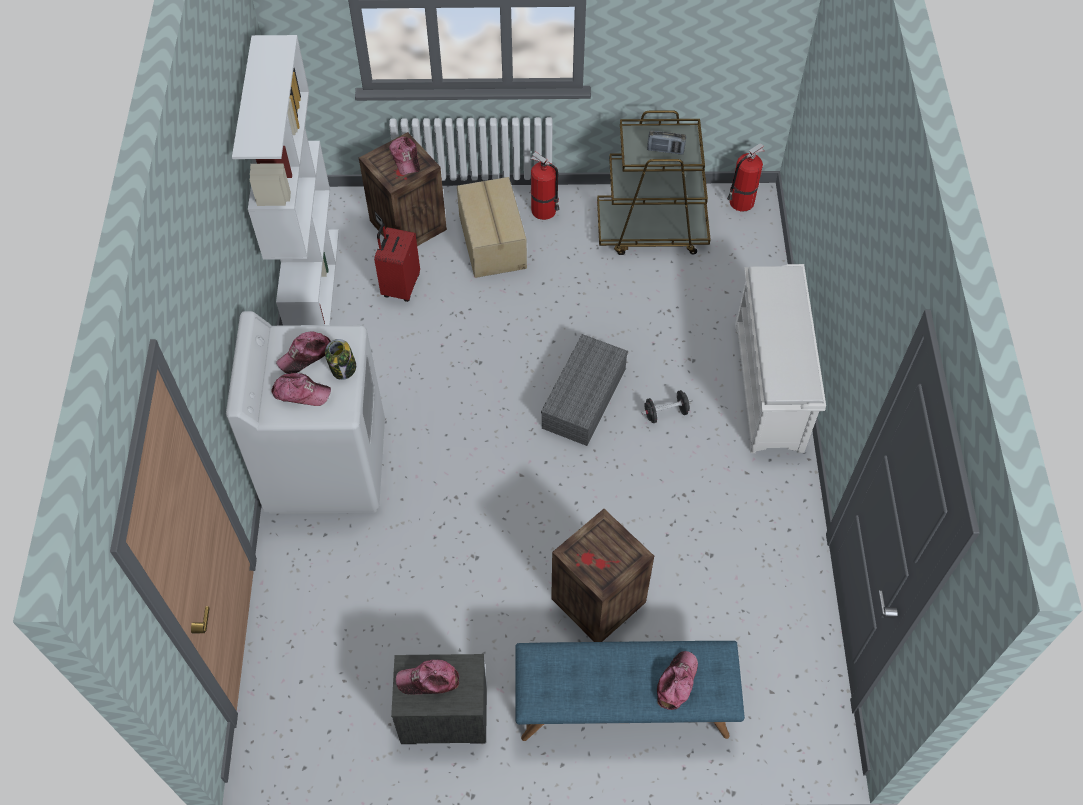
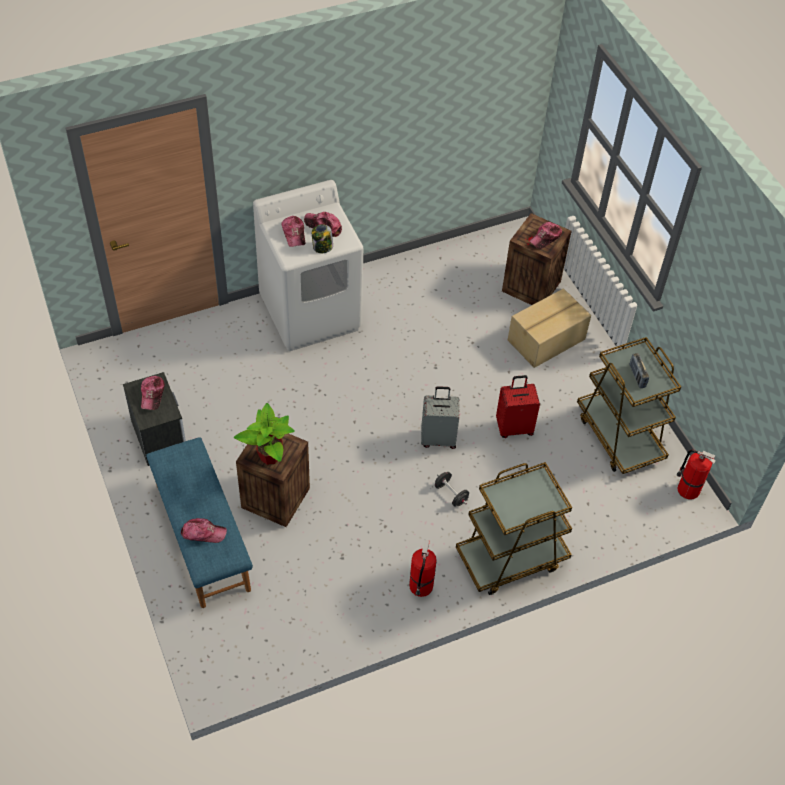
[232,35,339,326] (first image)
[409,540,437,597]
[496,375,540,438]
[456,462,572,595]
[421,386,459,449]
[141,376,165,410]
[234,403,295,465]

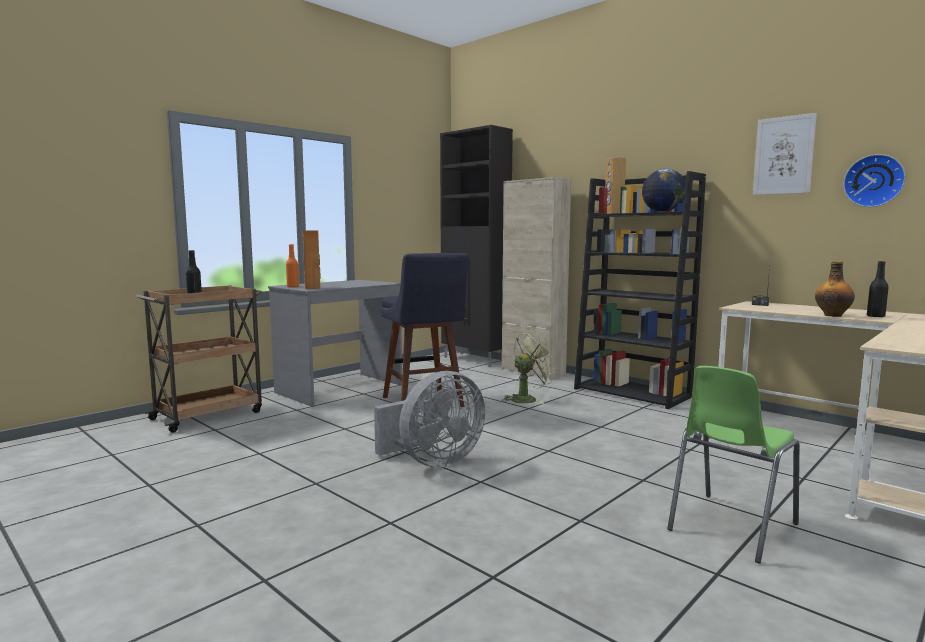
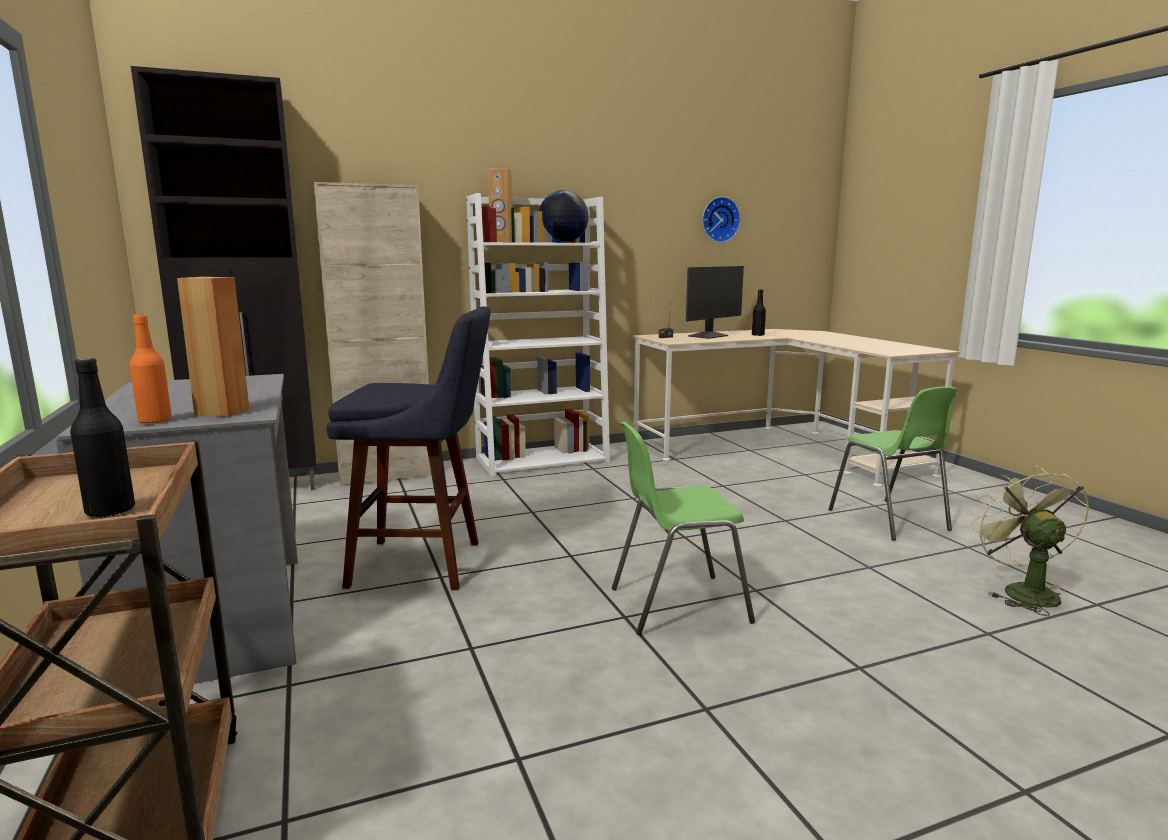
[753,113,817,195] (first image)
[466,193,610,476]
[815,261,855,317] (first image)
[970,465,1090,616]
[612,422,755,635]
[686,266,744,339]

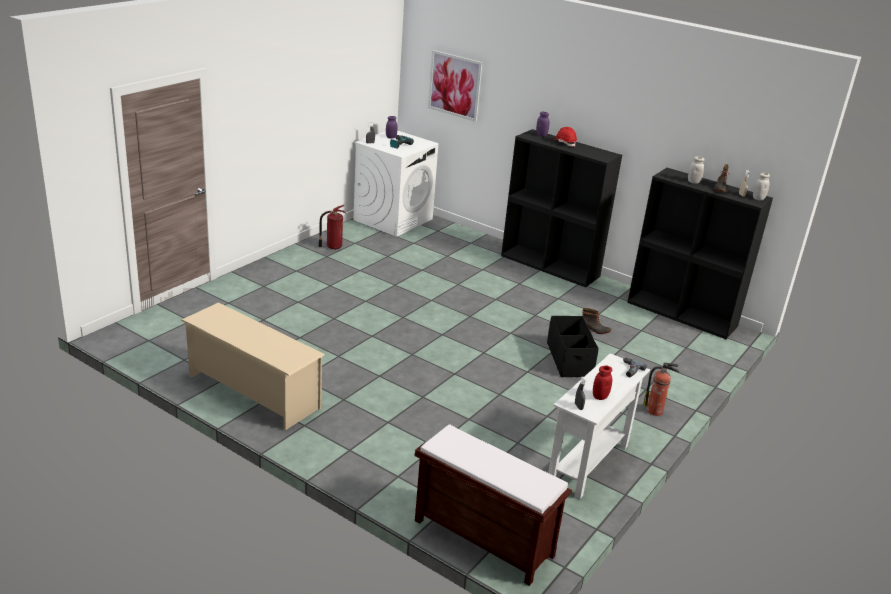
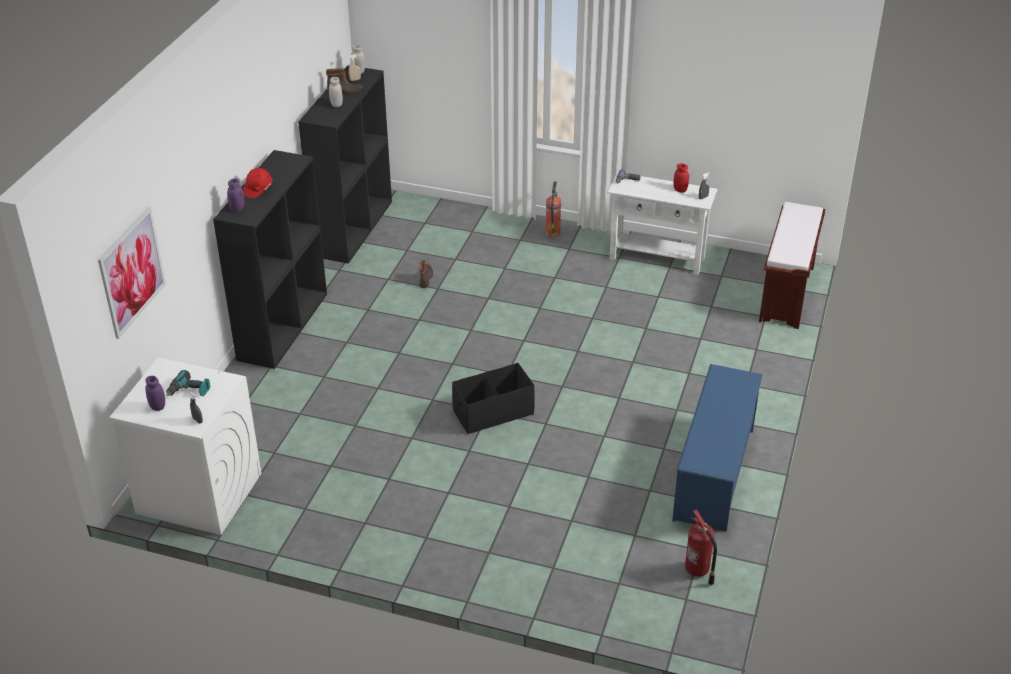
[685,510,717,585]
[672,364,763,532]
[452,363,534,434]

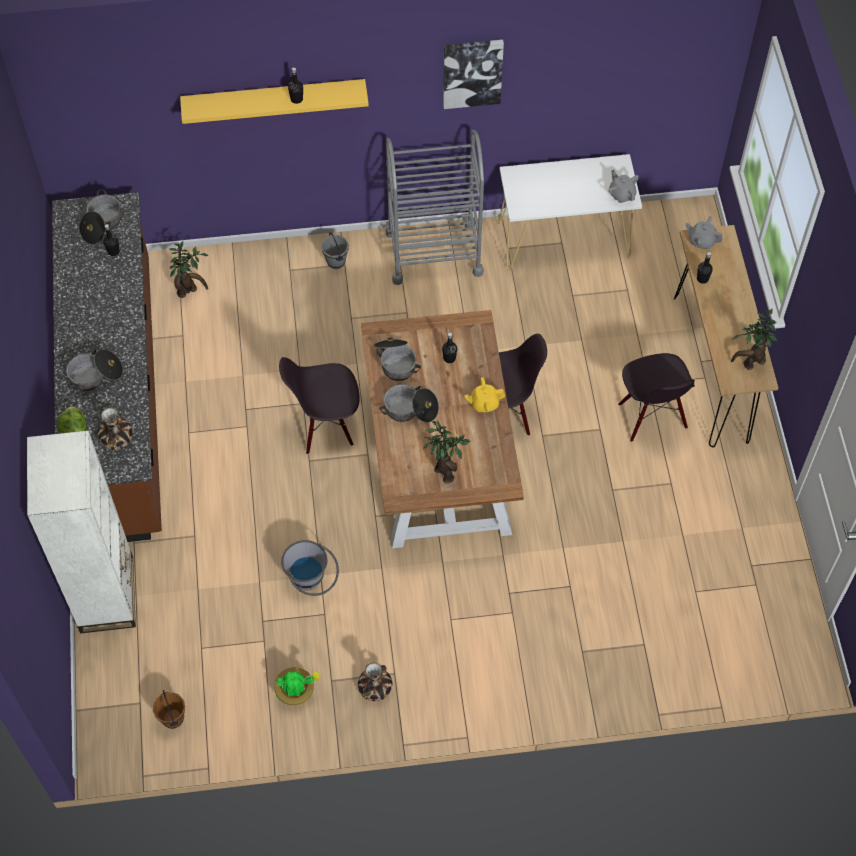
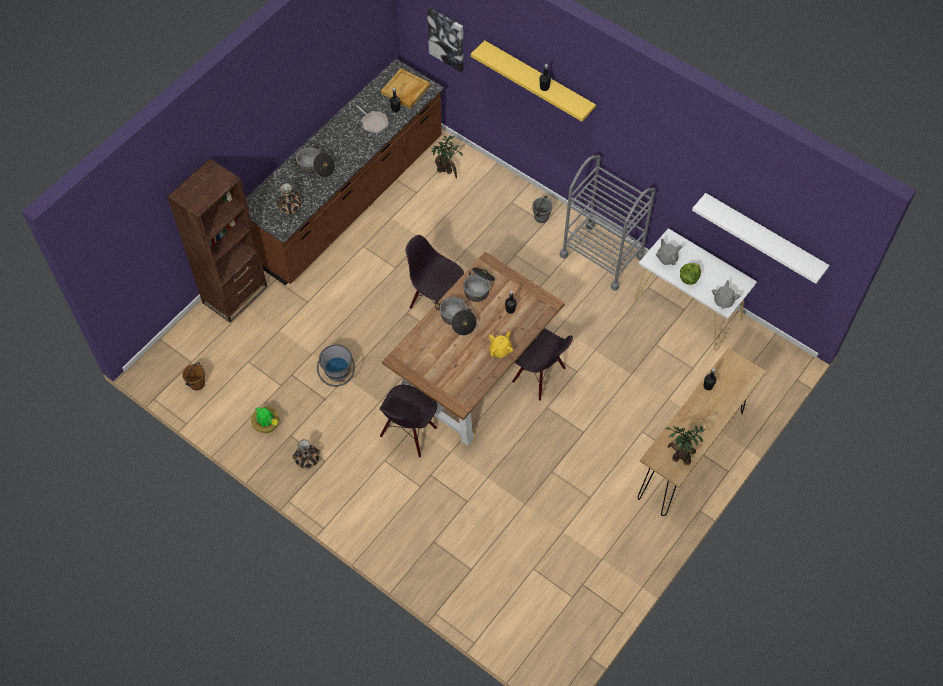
[427,7,463,72]
[381,68,430,109]
[656,238,682,265]
[379,385,437,458]
[489,331,513,358]
[680,263,701,285]
[423,421,471,484] (first image)
[167,158,268,323]
[356,105,388,133]
[692,193,830,284]

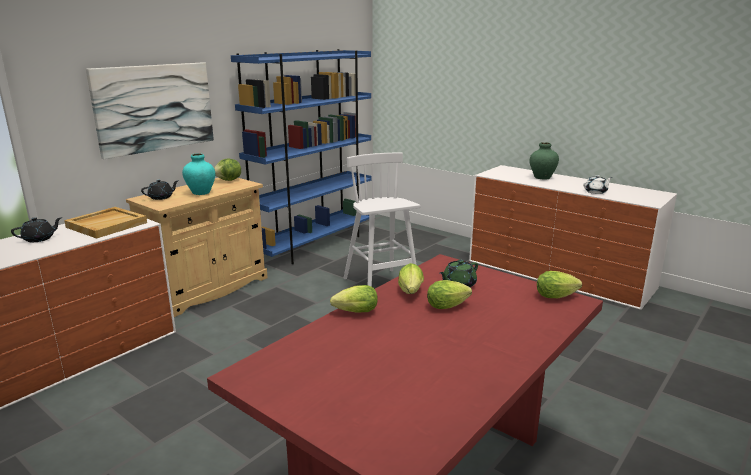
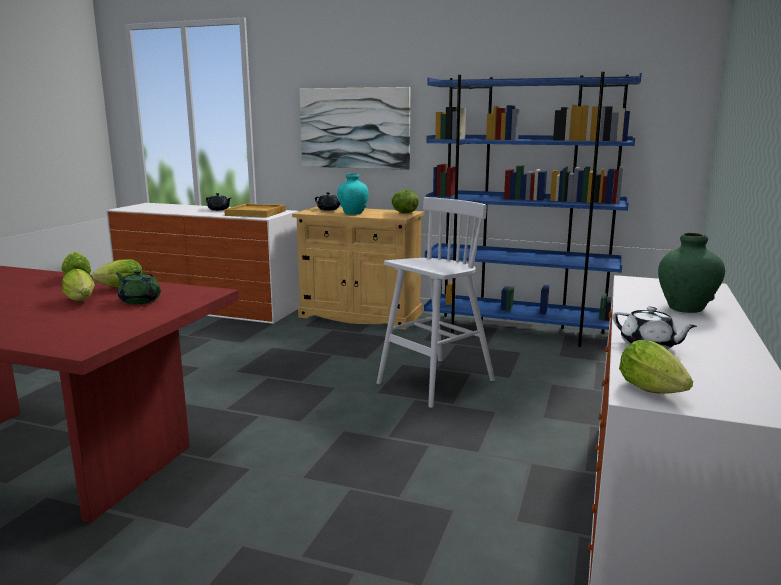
[619,340,693,394]

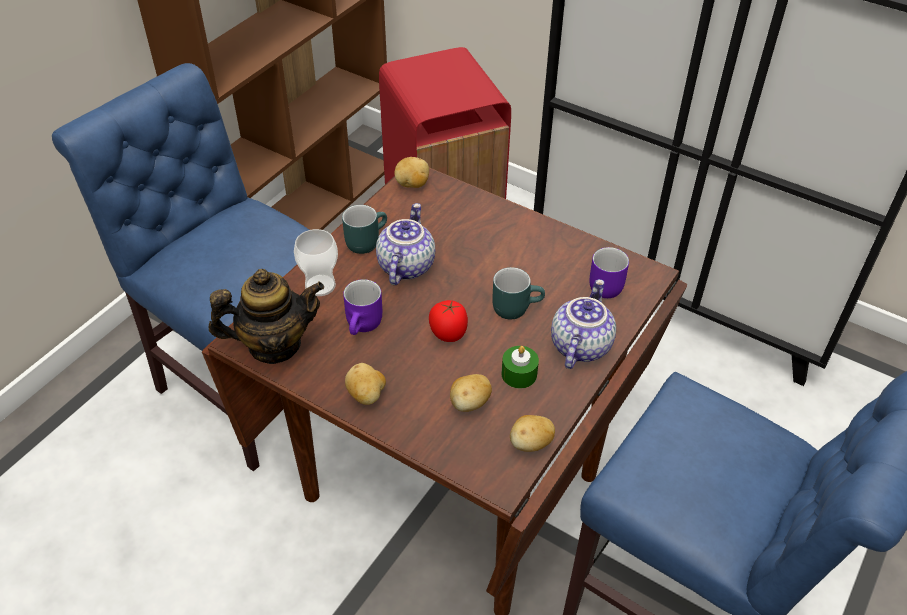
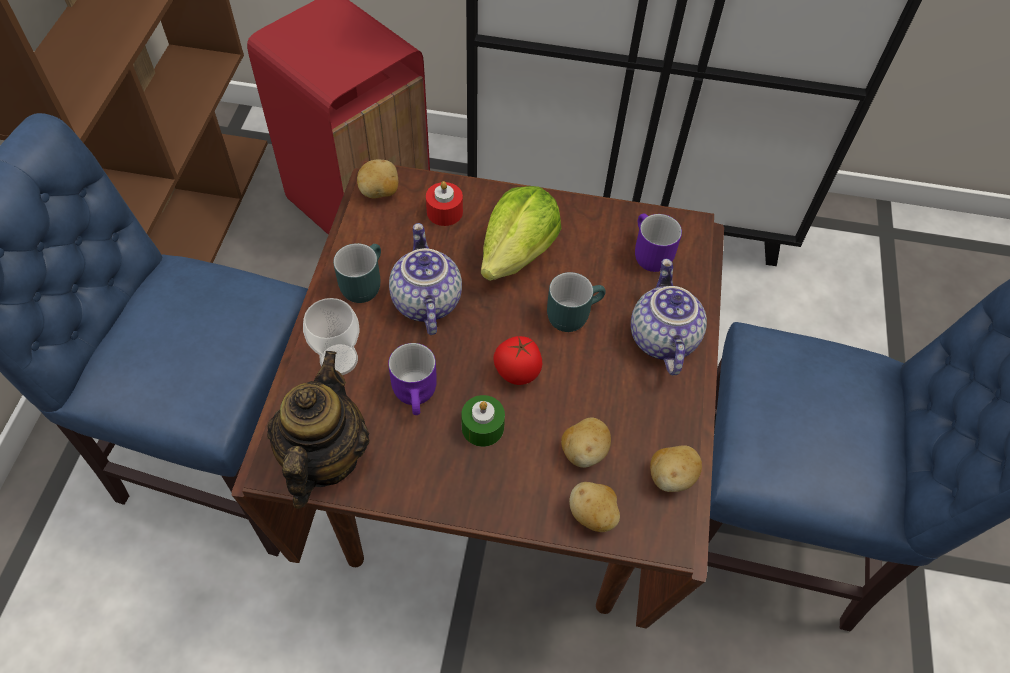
[267,351,370,509]
[461,395,505,447]
[569,482,620,532]
[426,181,463,226]
[481,186,561,281]

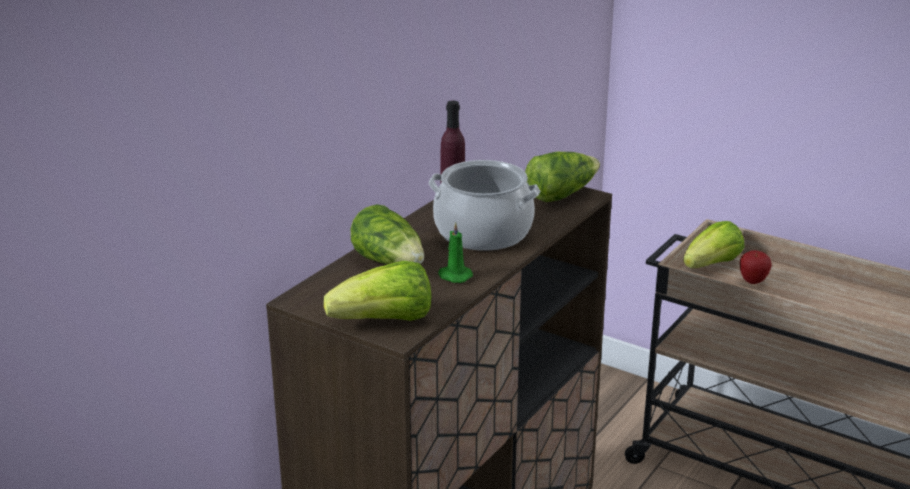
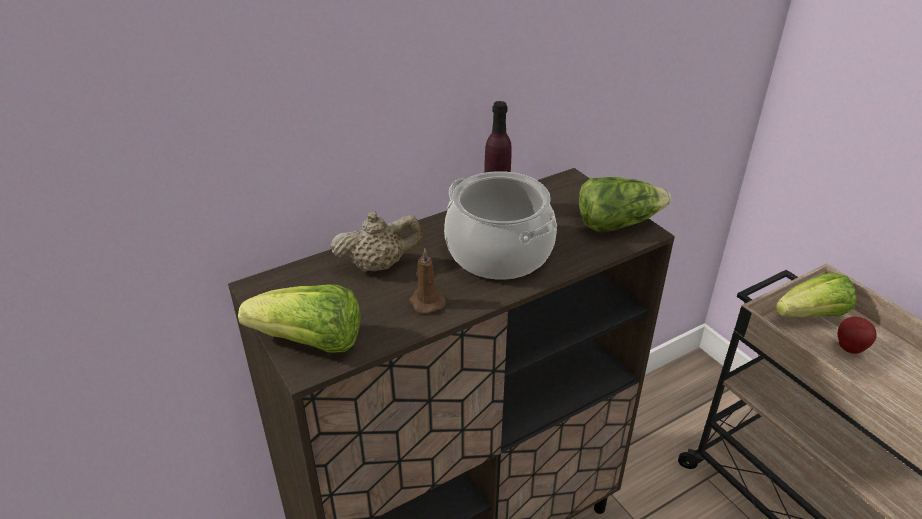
[330,211,423,272]
[409,249,446,314]

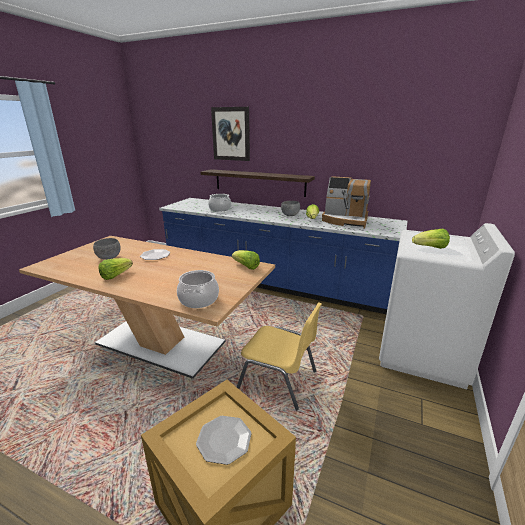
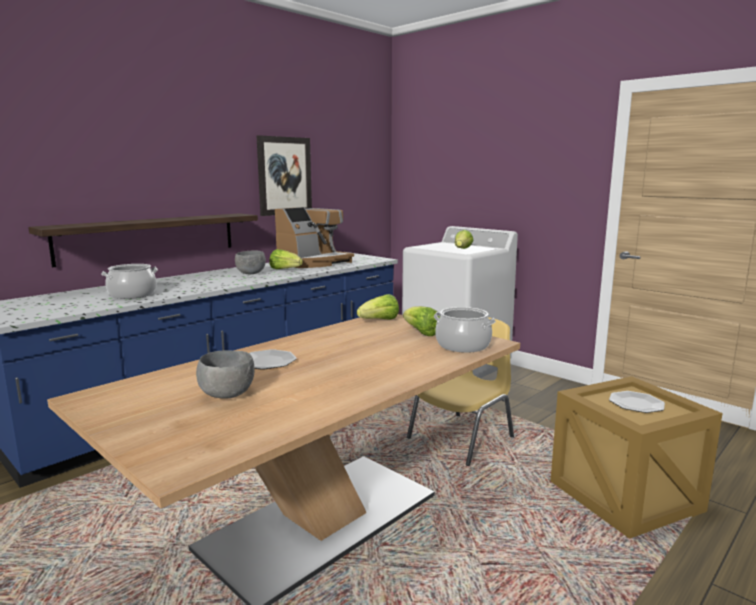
[257,135,312,216]
[403,306,440,336]

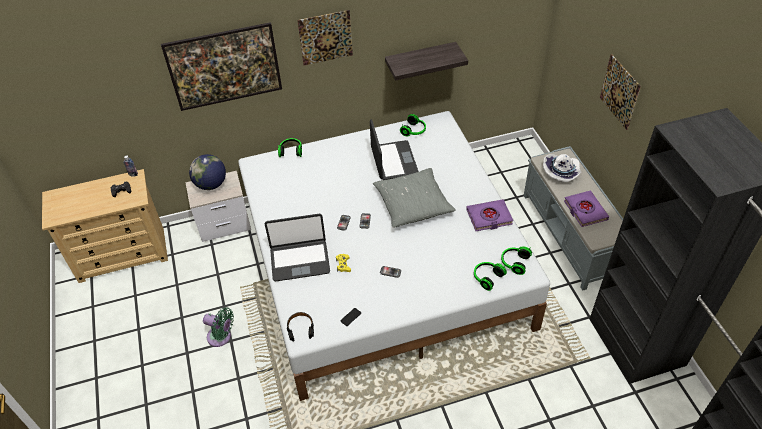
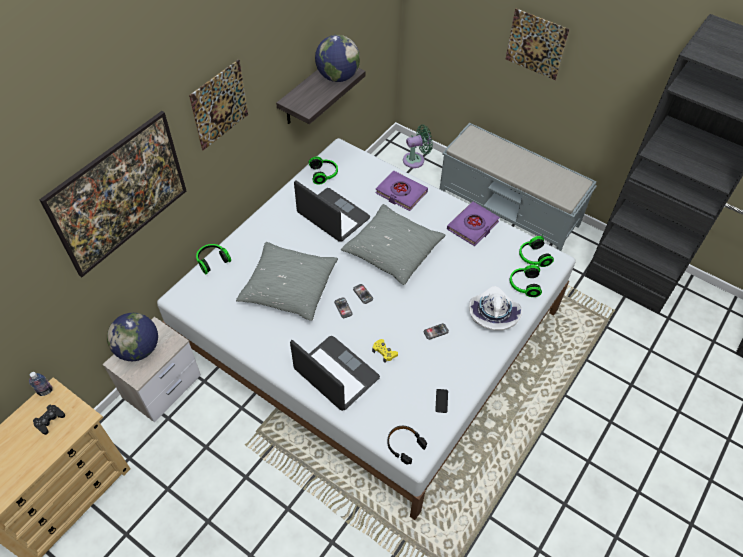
[469,286,522,330]
[375,170,428,211]
[290,336,380,411]
[403,125,433,168]
[315,35,360,82]
[236,242,338,321]

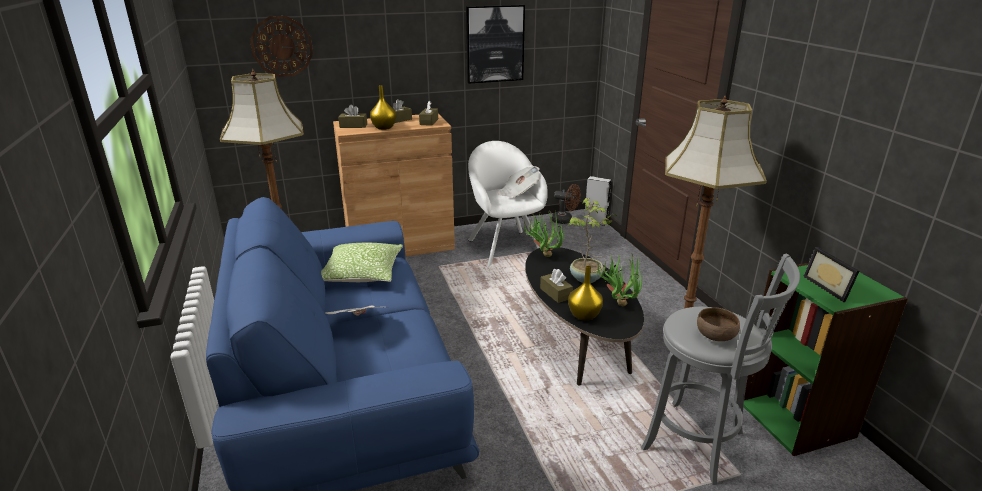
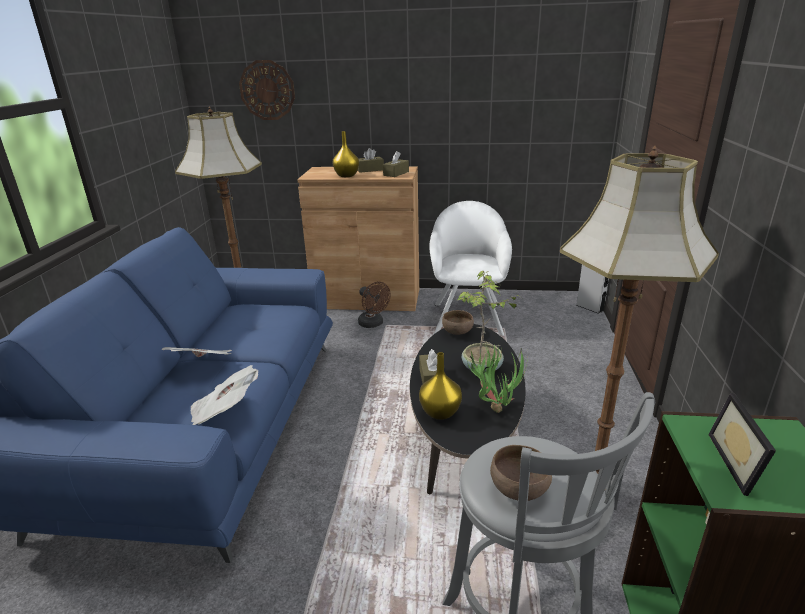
[466,5,525,84] (first image)
[338,105,367,128] (first image)
[190,365,258,425]
[358,282,391,328]
[442,310,474,335]
[321,243,403,282] (first image)

